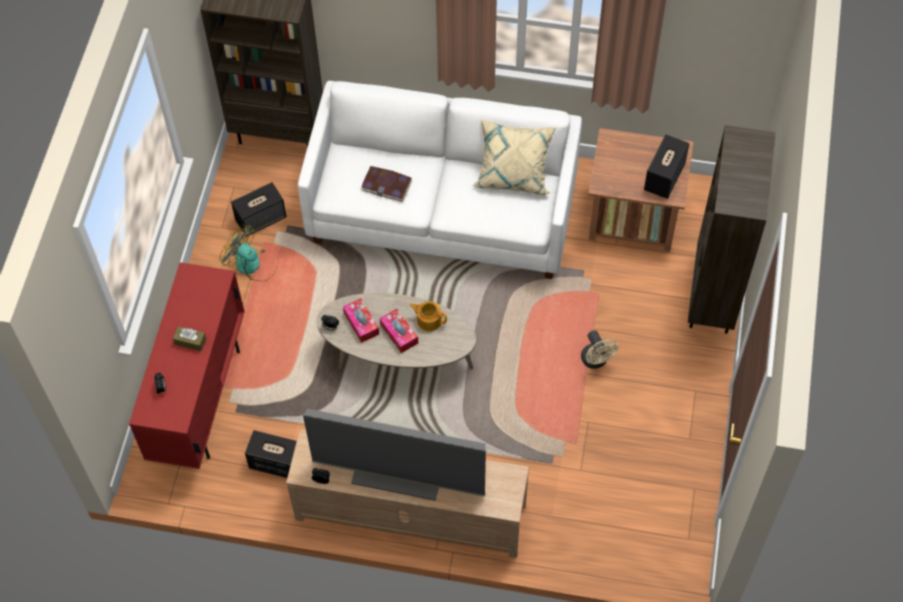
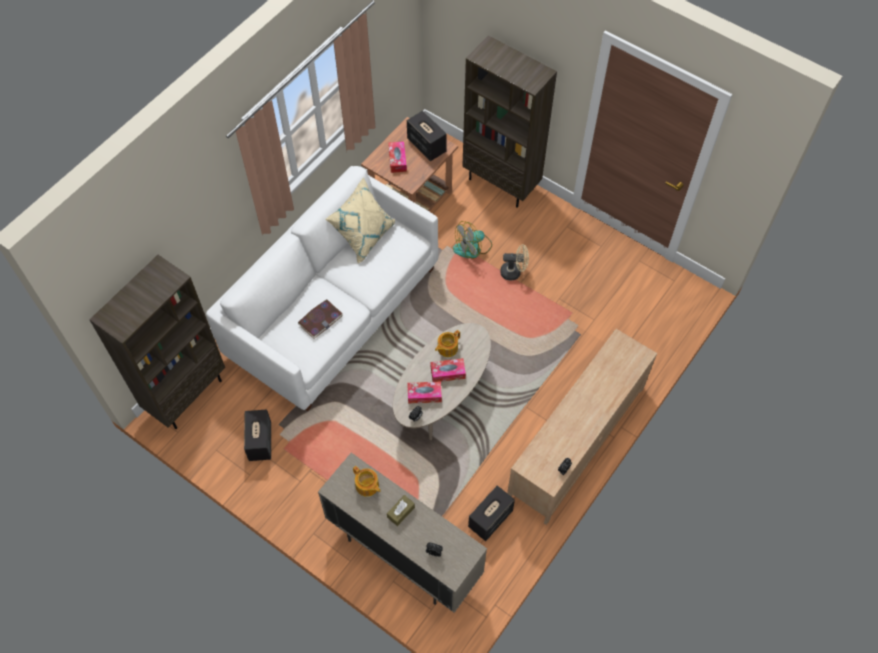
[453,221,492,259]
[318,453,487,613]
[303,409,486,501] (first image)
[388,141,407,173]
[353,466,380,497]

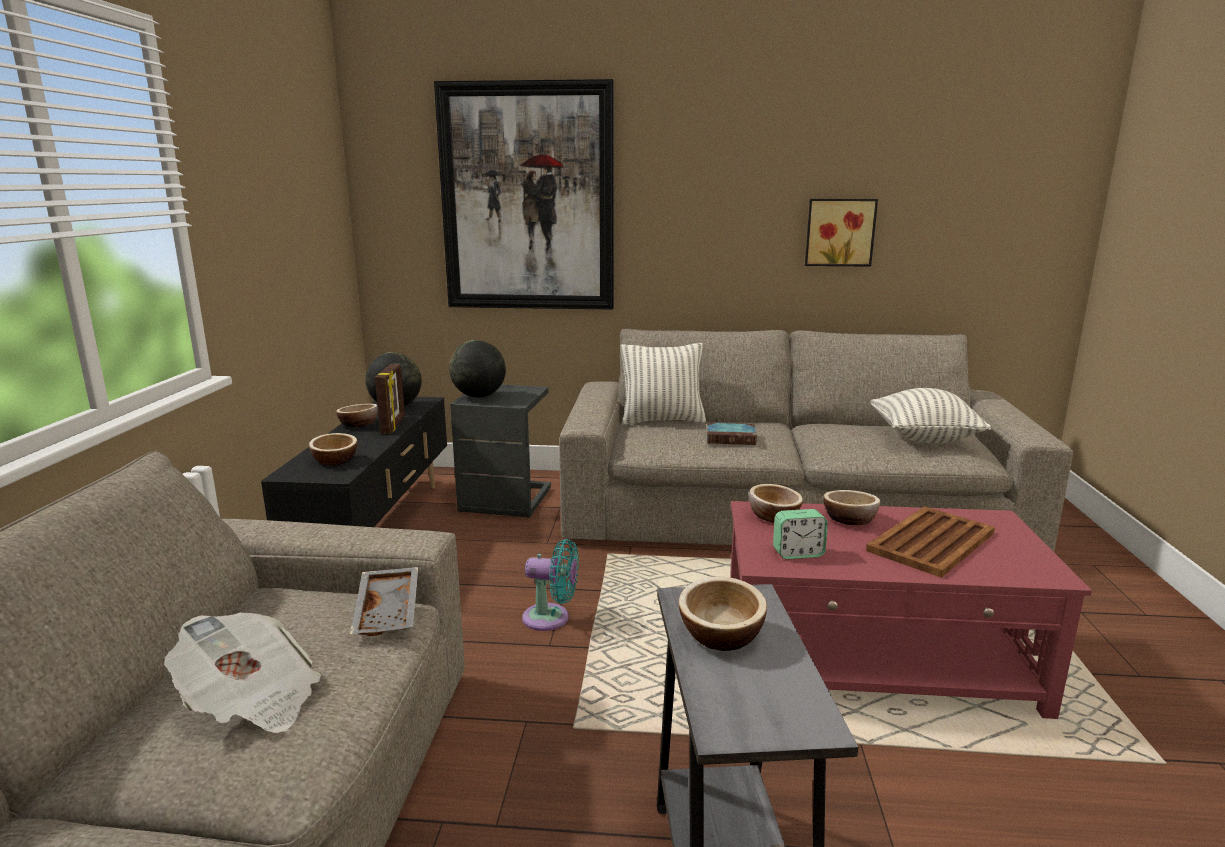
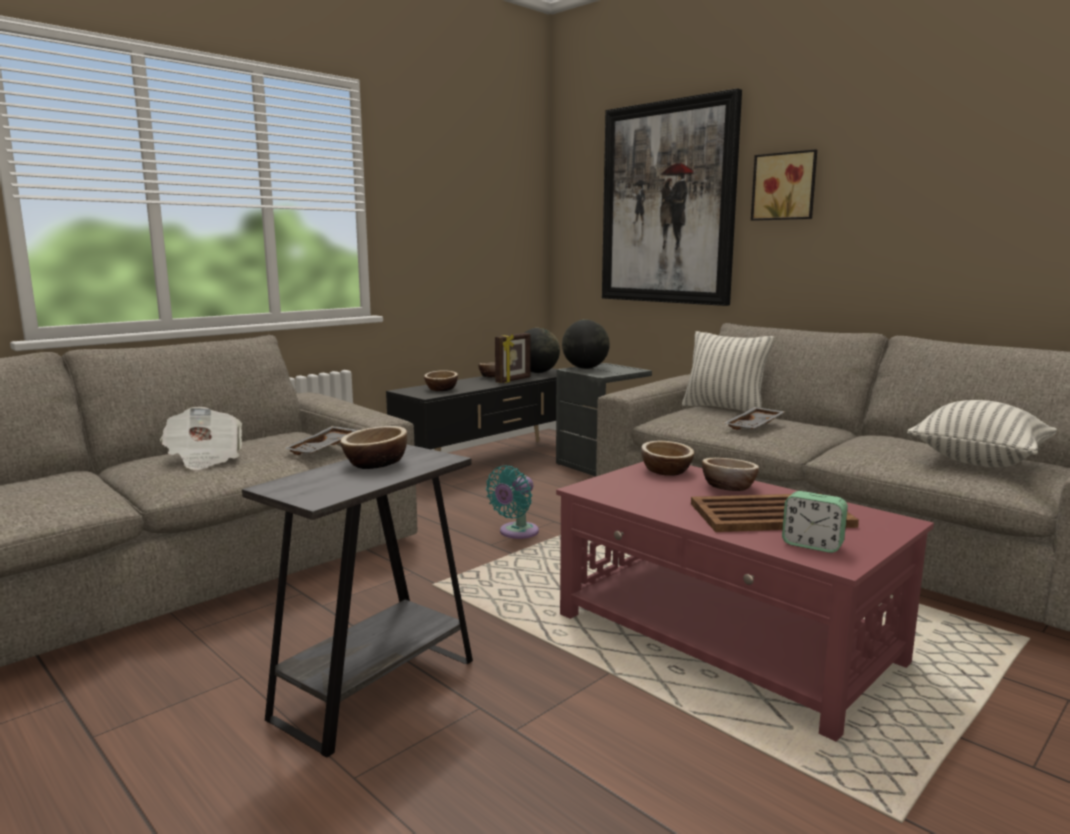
[751,149,817,221]
[724,407,785,430]
[782,491,848,553]
[486,465,539,539]

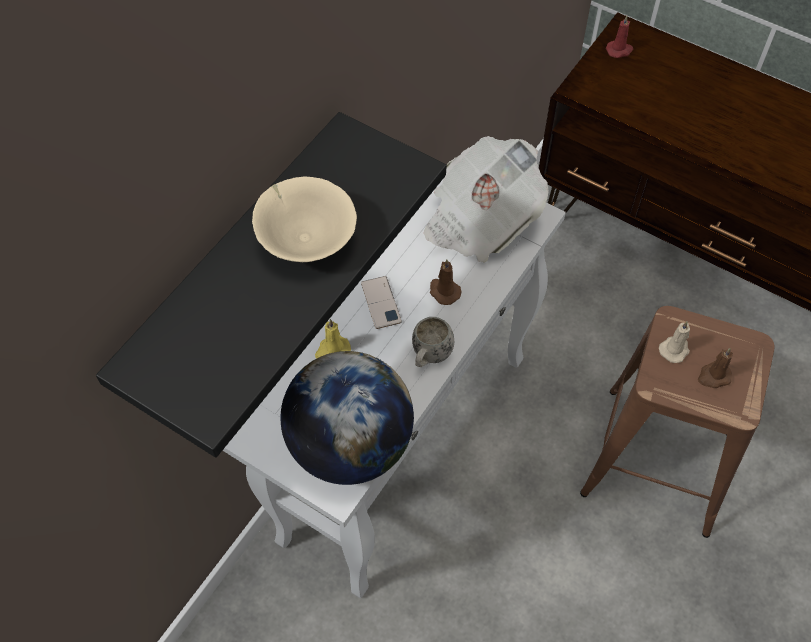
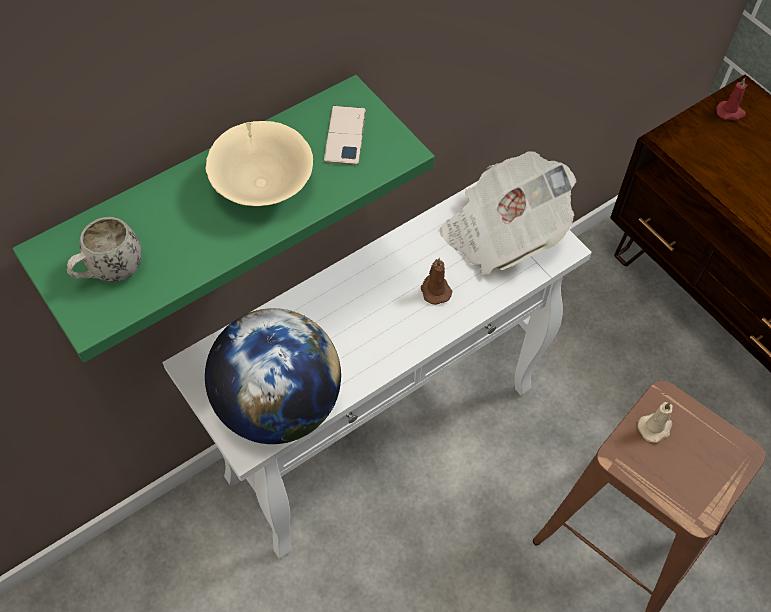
[12,75,435,362]
[324,106,366,165]
[67,217,142,282]
[315,319,351,358] (first image)
[698,348,733,388] (first image)

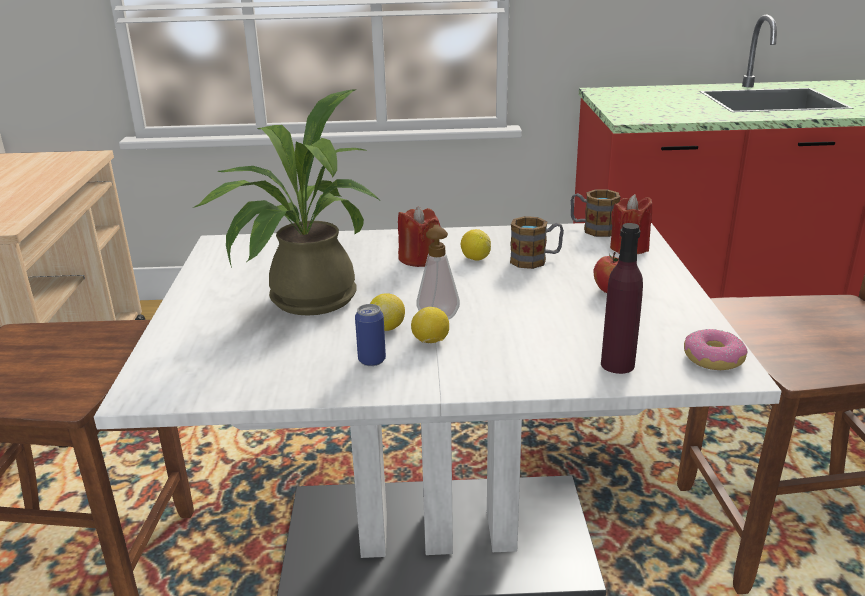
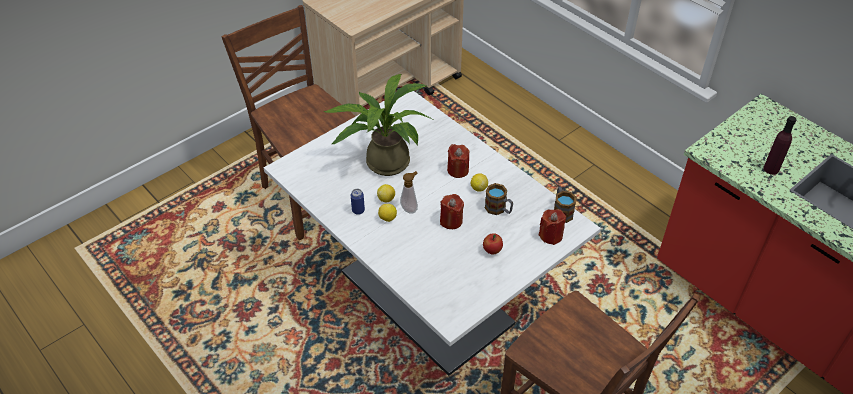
[763,116,796,175]
[684,329,748,370] (first image)
[440,194,464,229]

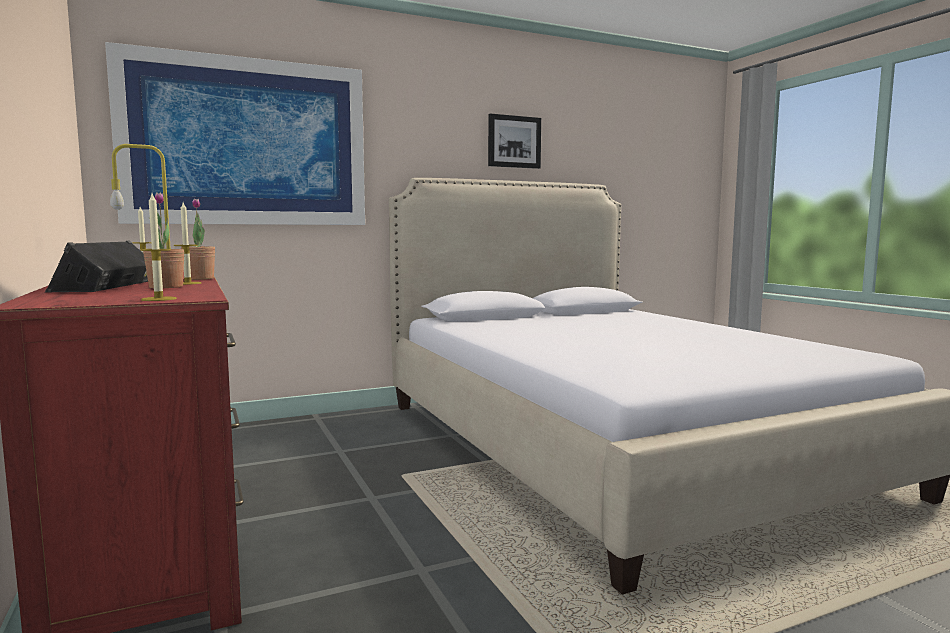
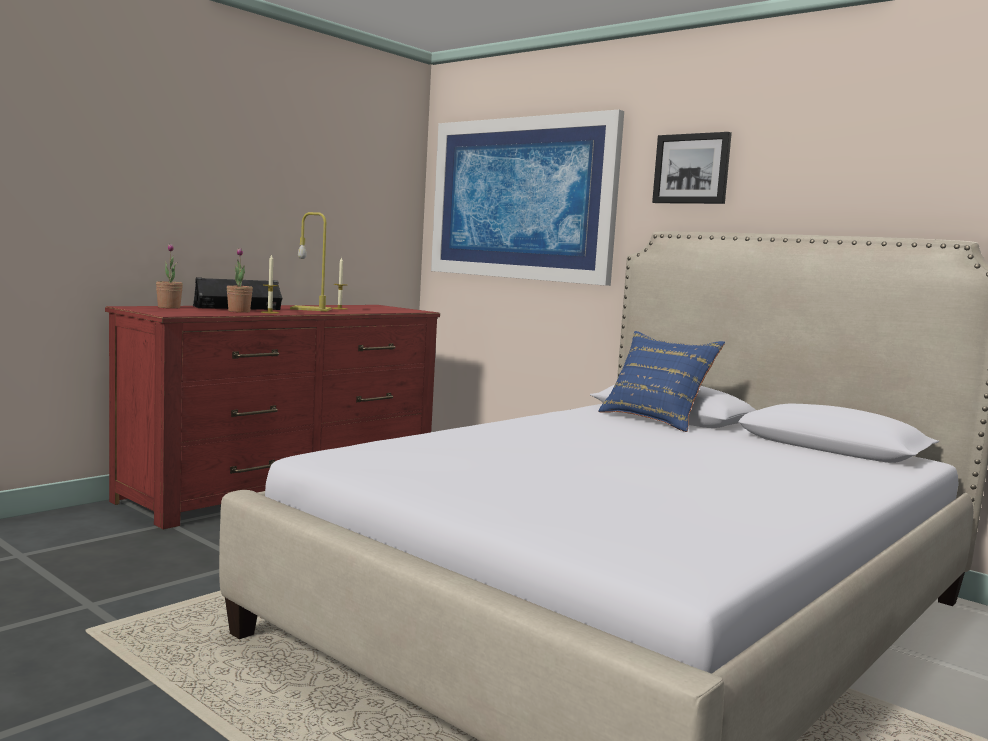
[652,132,732,204]
[140,194,177,301] (first image)
[156,244,183,309]
[598,331,725,432]

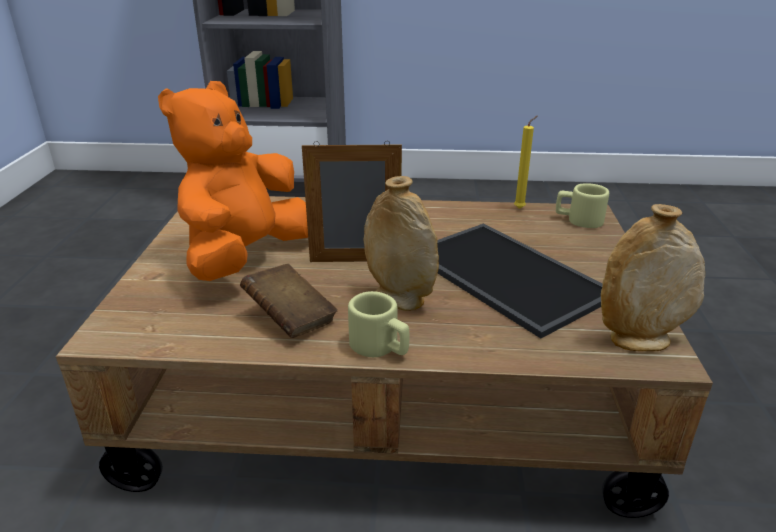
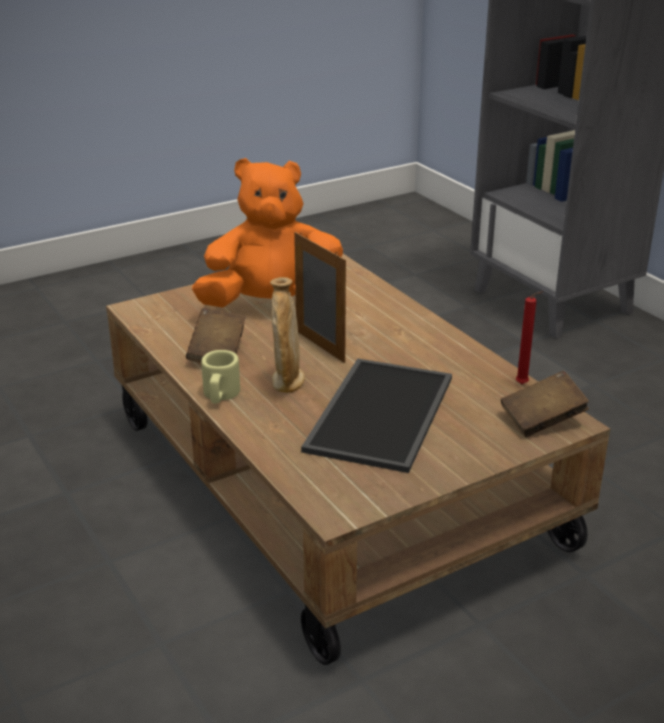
[516,291,544,384]
[501,371,589,437]
[601,204,705,351] (first image)

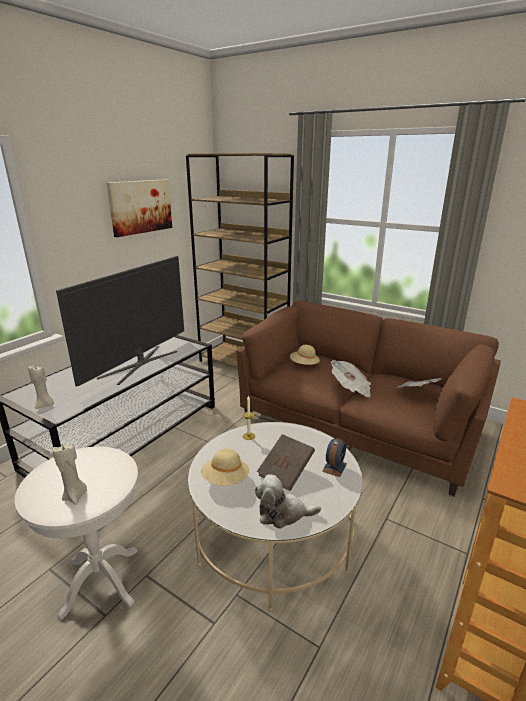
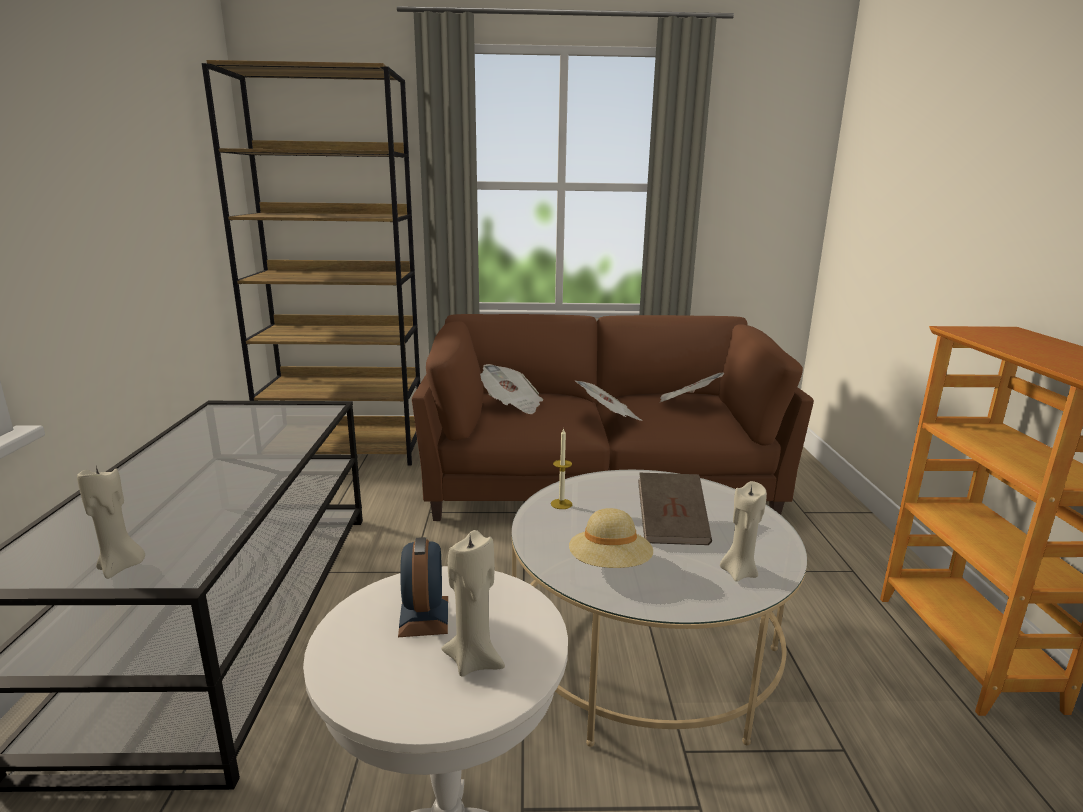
[107,179,172,237] (first image)
[56,256,184,387] (first image)
[480,364,543,414]
[398,537,448,637]
[720,481,767,582]

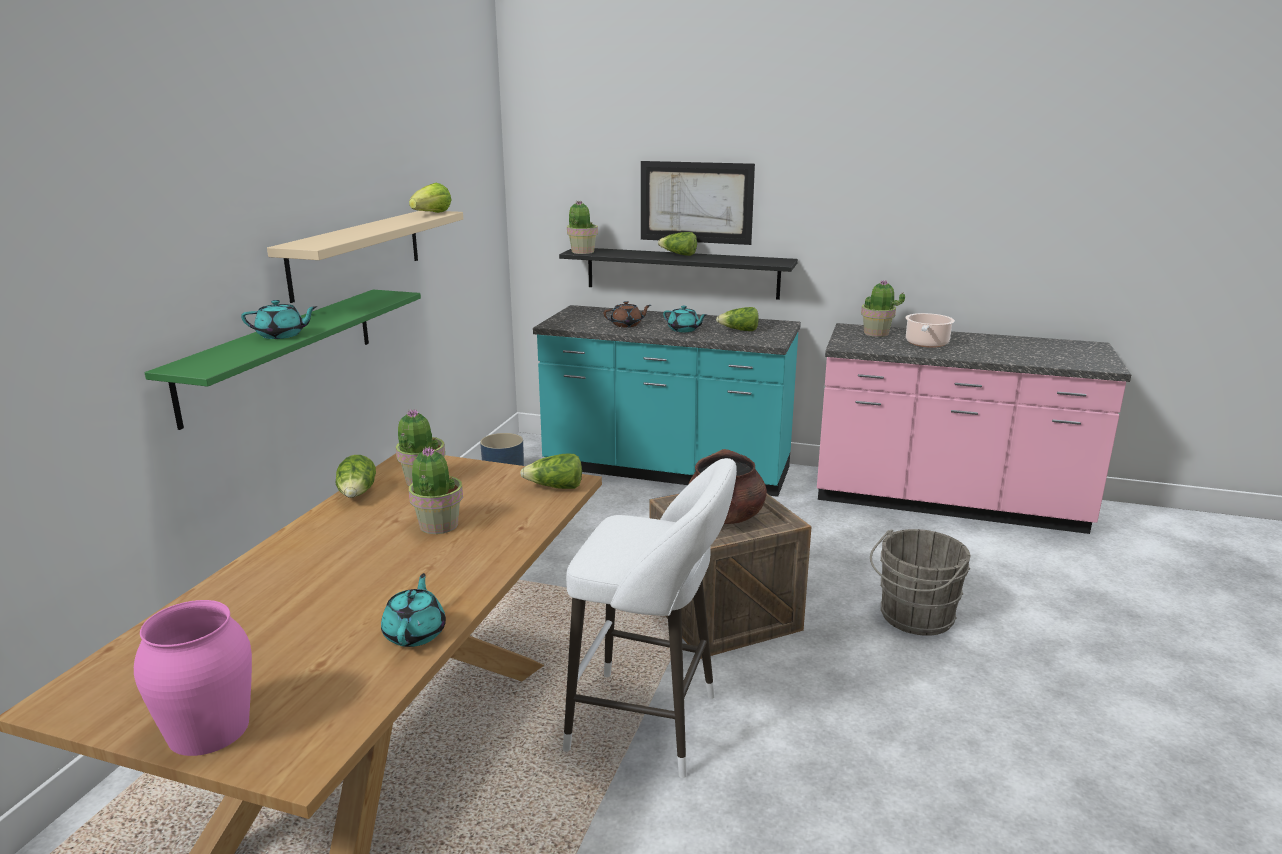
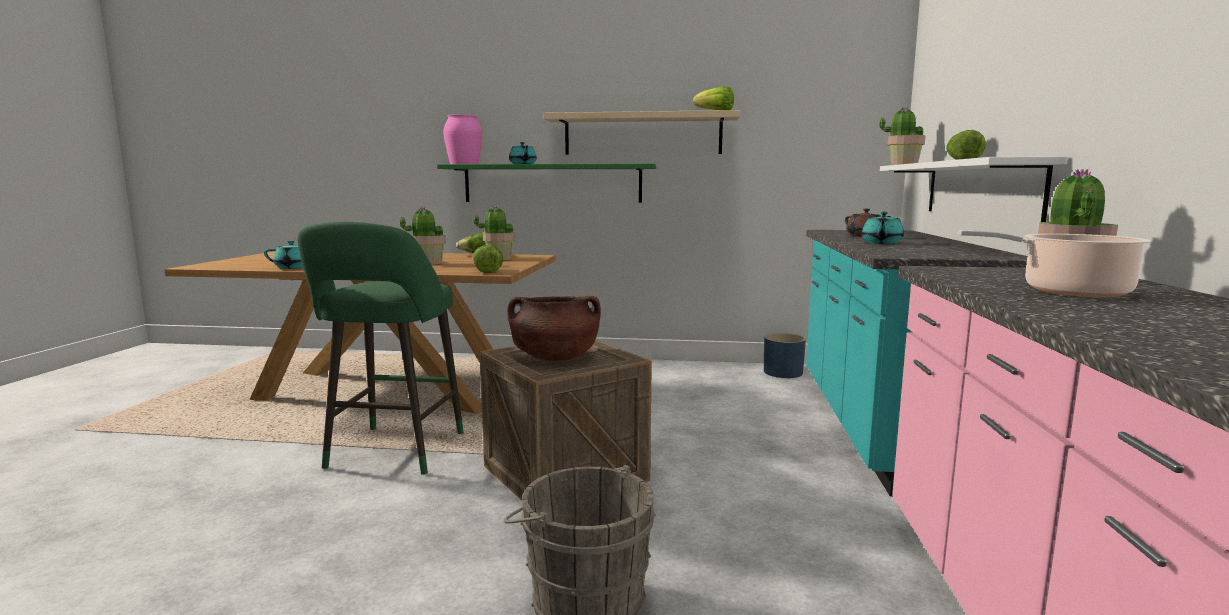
[641,161,755,245] (first image)
[880,156,1068,222]
[716,307,759,331] (first image)
[297,222,464,474]
[443,114,482,164]

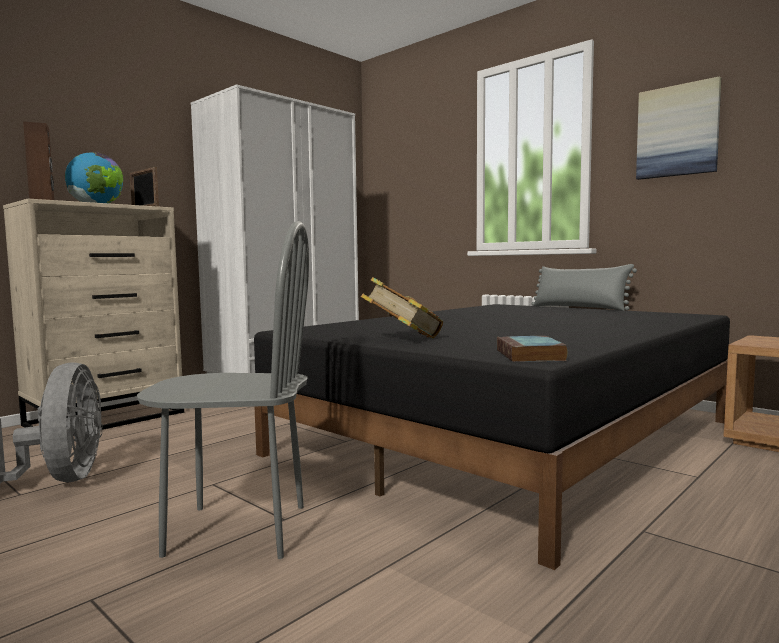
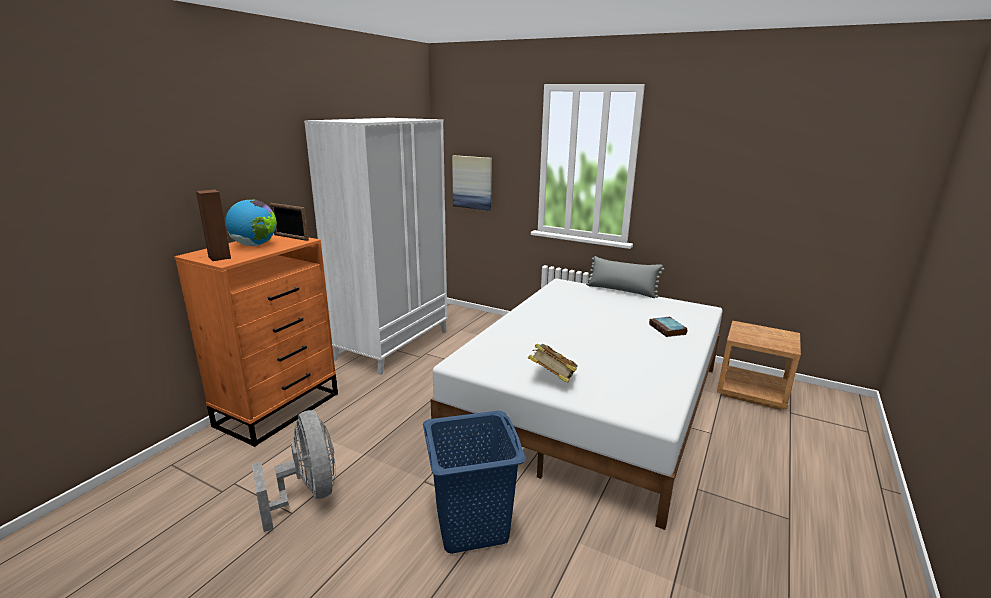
[452,155,492,211]
[174,234,338,447]
[423,411,526,554]
[431,279,723,530]
[649,317,688,337]

